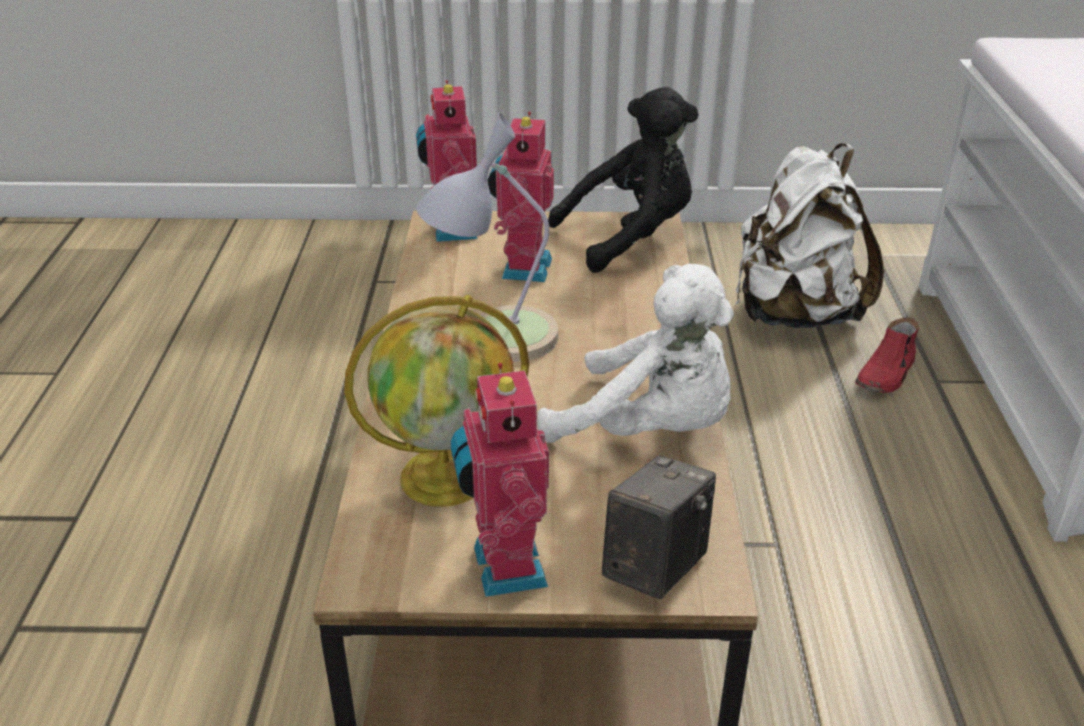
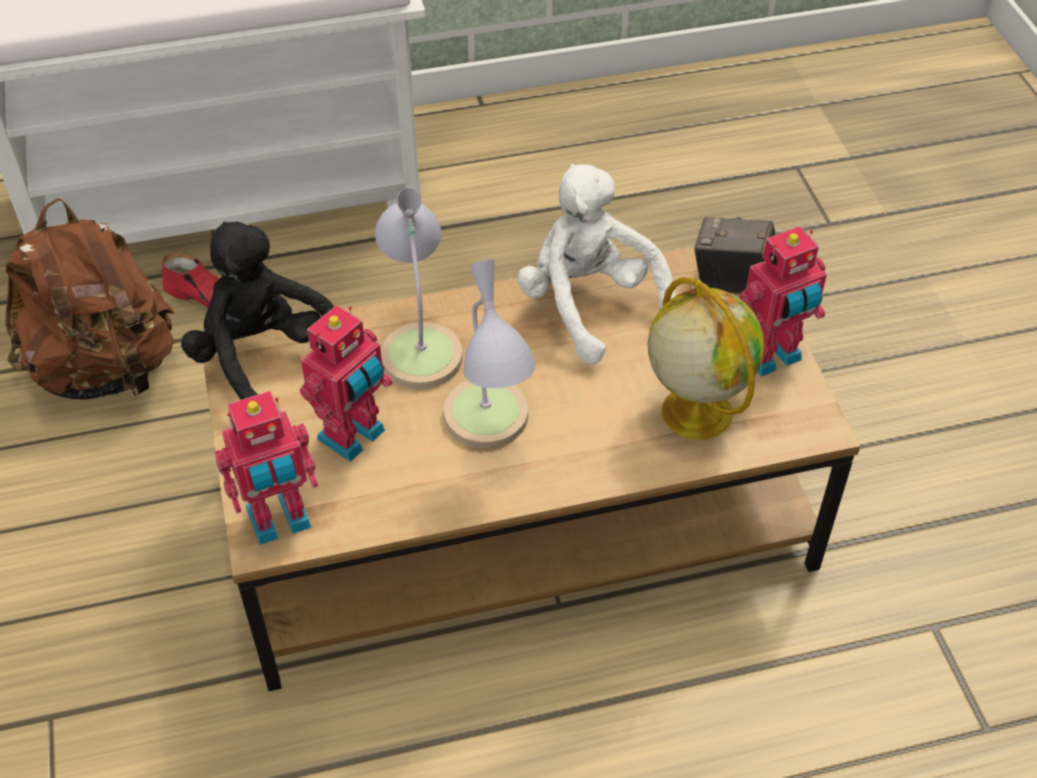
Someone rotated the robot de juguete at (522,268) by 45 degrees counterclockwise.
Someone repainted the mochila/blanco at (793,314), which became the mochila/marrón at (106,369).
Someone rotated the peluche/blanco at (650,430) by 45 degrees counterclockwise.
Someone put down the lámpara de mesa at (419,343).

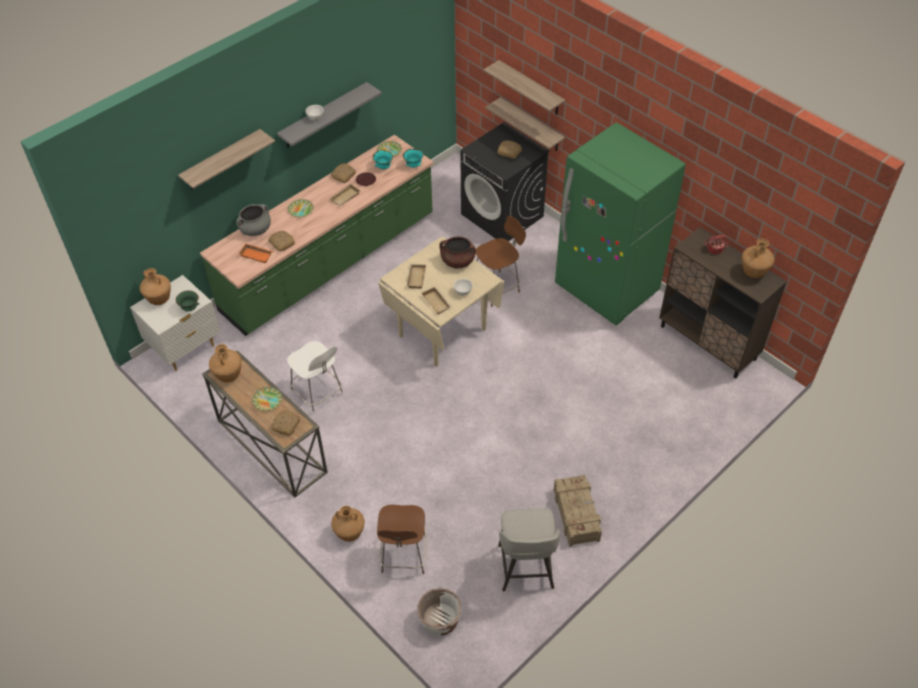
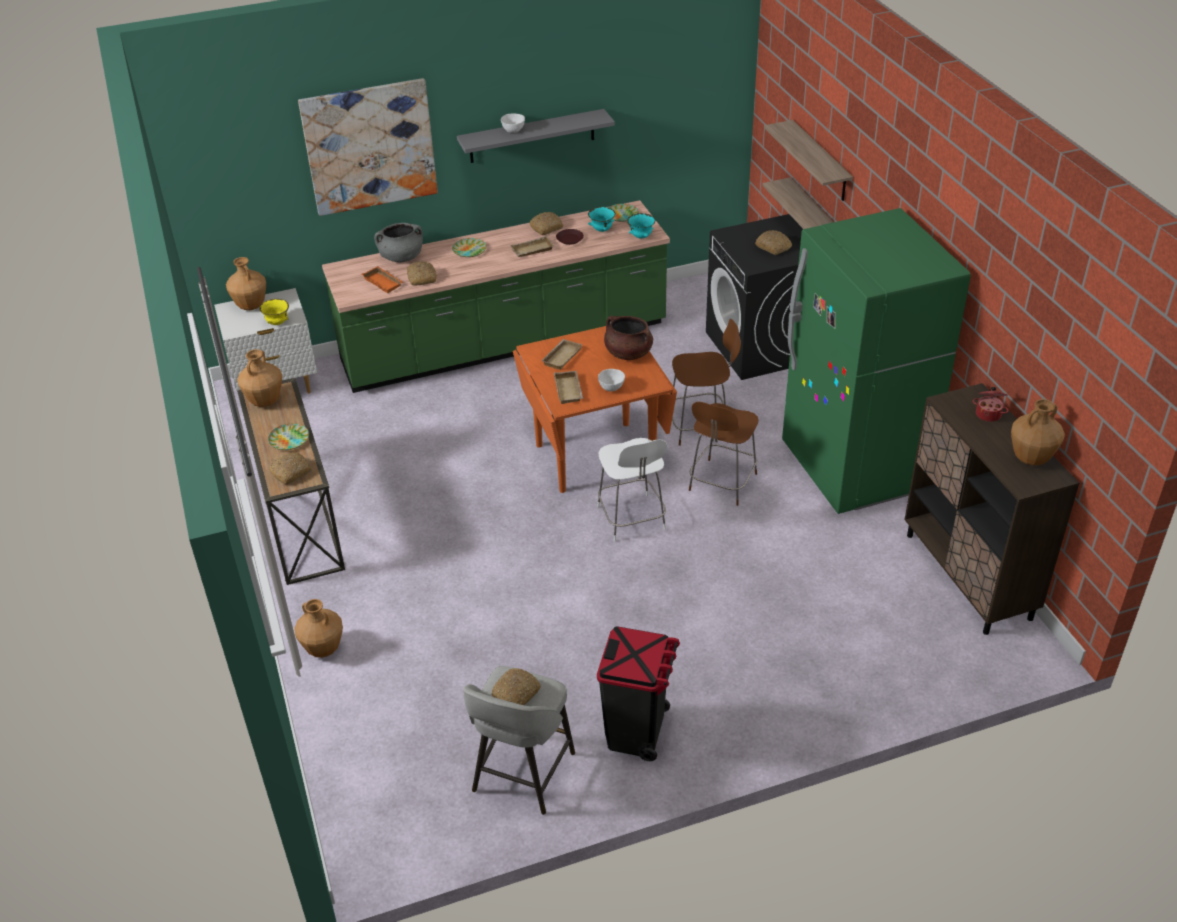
Someone swapped the estante at (222,160) for the cuadro at (370,147).
Someone repainted the mesa de comedor/beis at (443,333), which became the mesa de comedor/naranja at (595,457).
Someone repainted the cuenco/verde at (190,308), which became the cuenco/amarillo at (277,323).
Someone carried the silla/blanco from (318,394) to (632,519).
Someone swapped the caja de embalaje at (576,514) for the papelera/negro at (637,731).
Someone carried the silla/marrón from (403,556) to (721,484).
Someone took away the maceta/blanco at (439,620).
Someone put down the pan at (516,694).

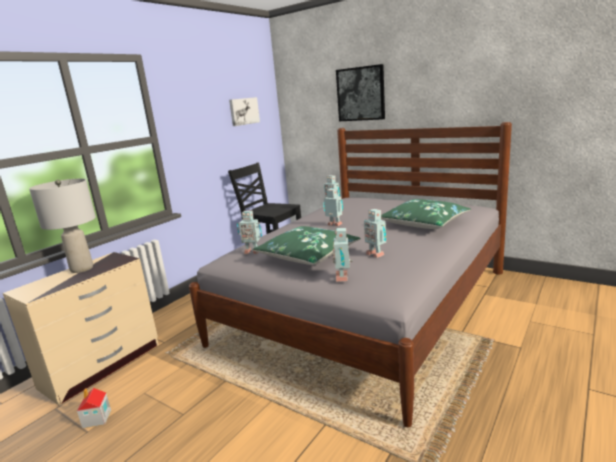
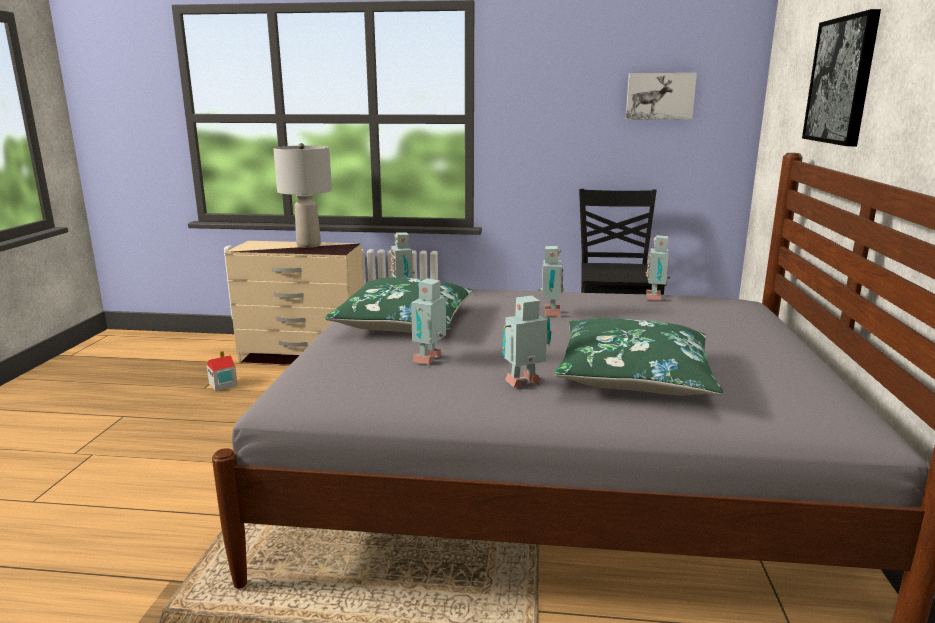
Someone carried the robot de juguete from (343,277) to (525,383).

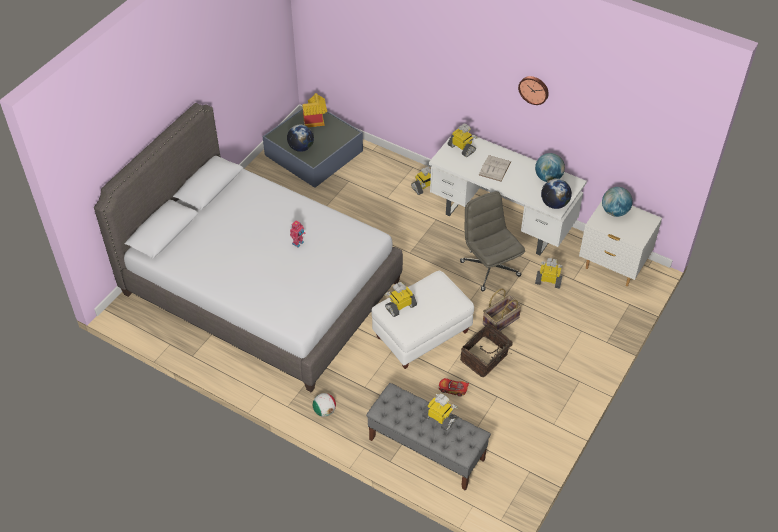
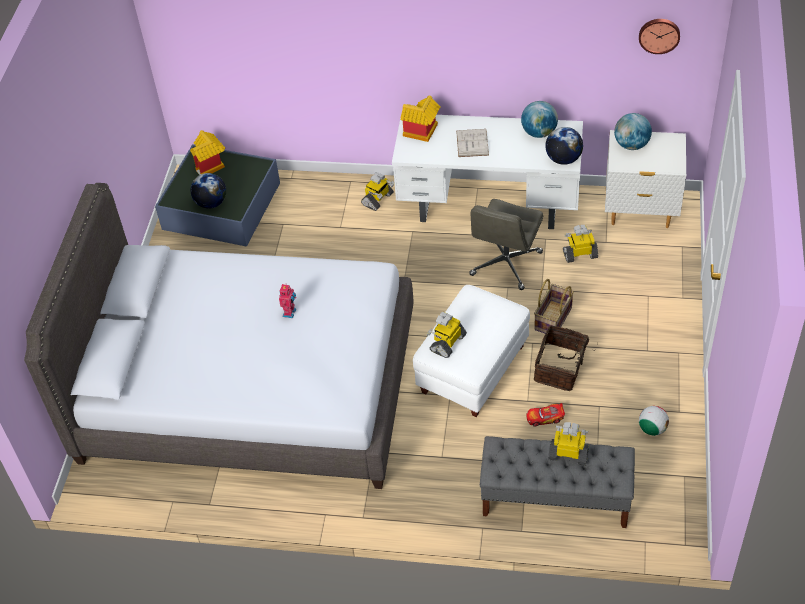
Someone carried the reloj de pared from (534,89) to (659,35).
Someone swapped the robot de juguete at (462,148) for the casita at (421,133).
Someone rotated the silla de oficina/gris at (489,268) by 105 degrees counterclockwise.
Someone carried the balón de fútbol from (324,411) to (652,429).

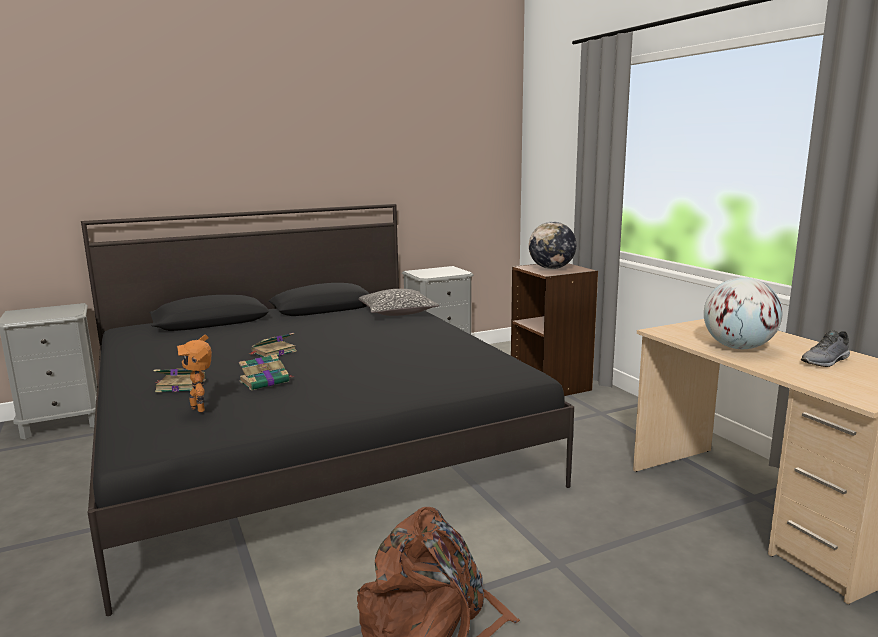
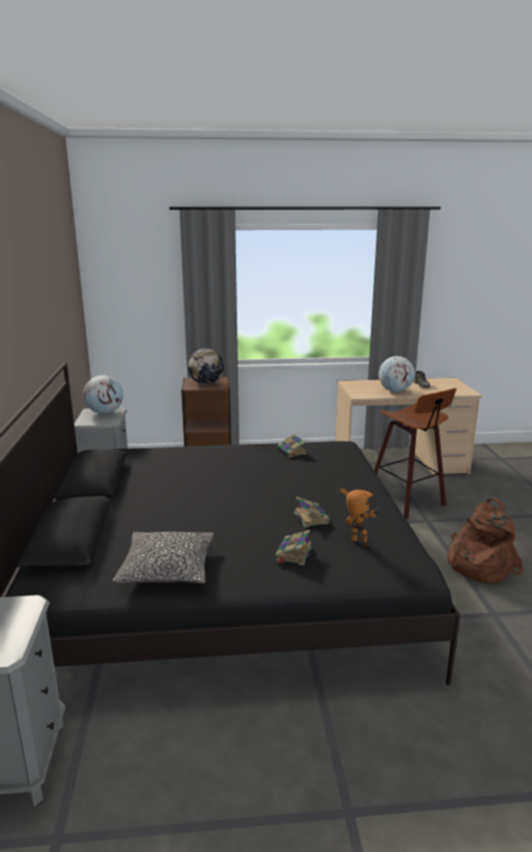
Someone carried the cojín from (397,312) to (167,568).
Someone carried the libro from (273,352) to (292,452).
Someone rotated the robot de juguete at (200,409) by 120 degrees counterclockwise.
Someone put down the globo terráqueo at (105,413).
Someone put down the taburete at (408,502).

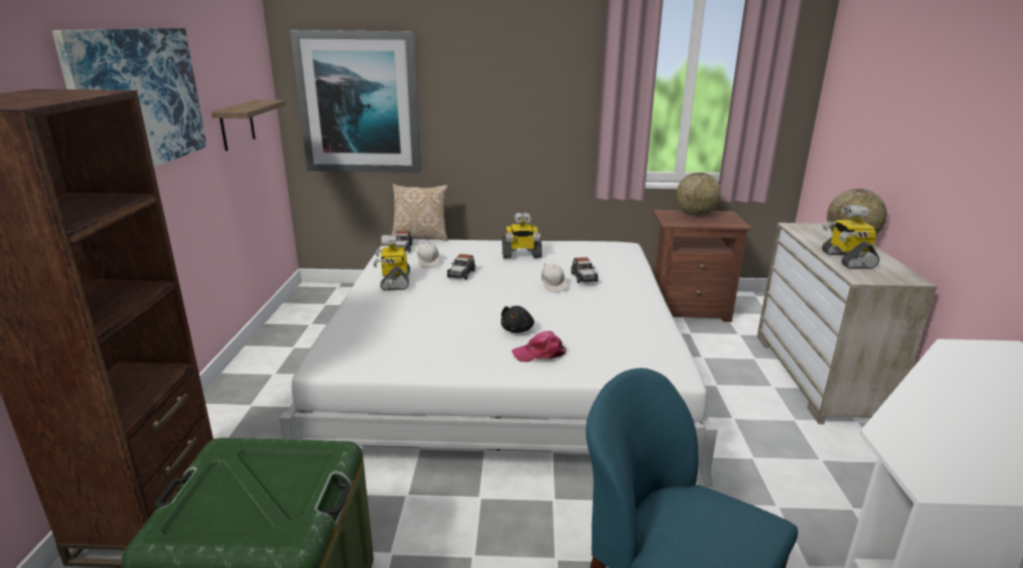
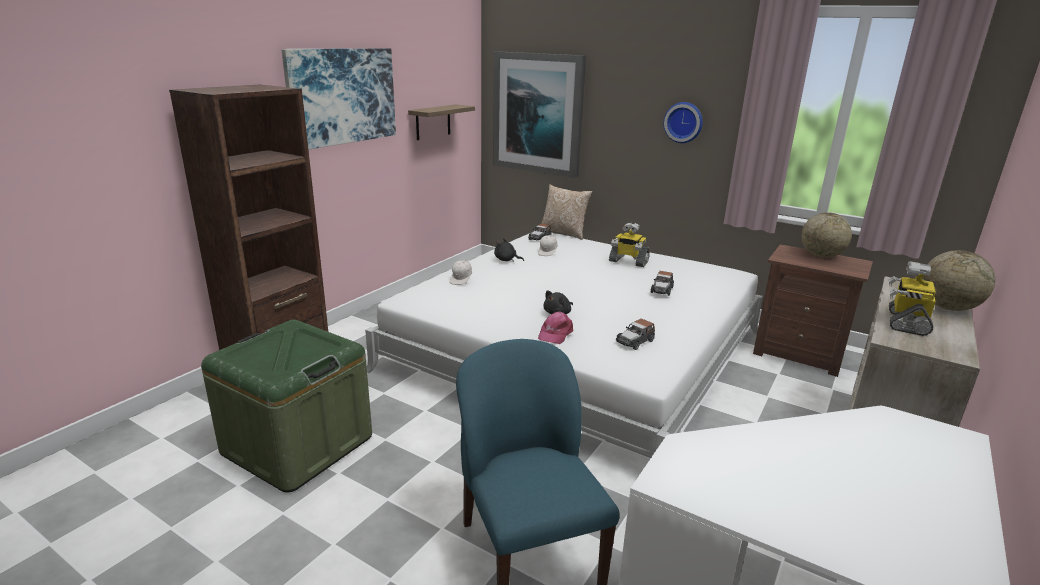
Someone swapped the robot de juguete at (394,281) for the peluche/negro at (506,260).
Someone carried the coche de juguete from (461,274) to (635,341).
Someone carried the gorra/blanco from (553,286) to (461,280).
Someone rotated the gorra/rosa at (540,353) by 90 degrees counterclockwise.
Someone put up the reloj de pared at (684,122).

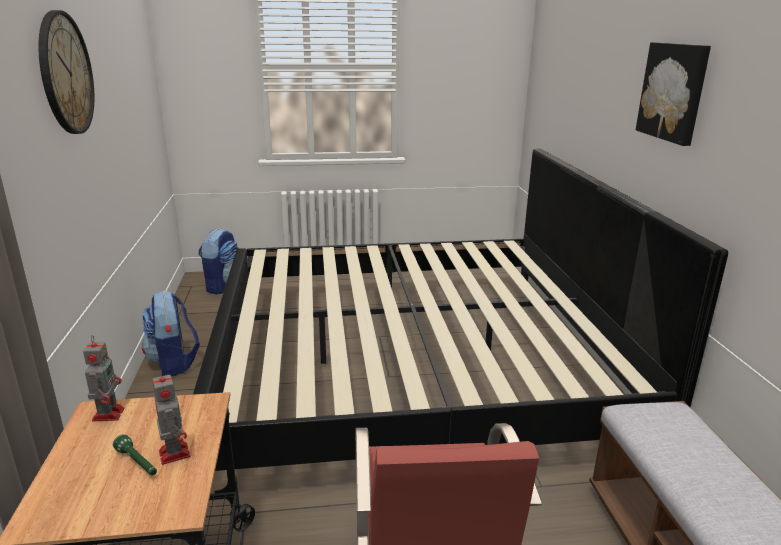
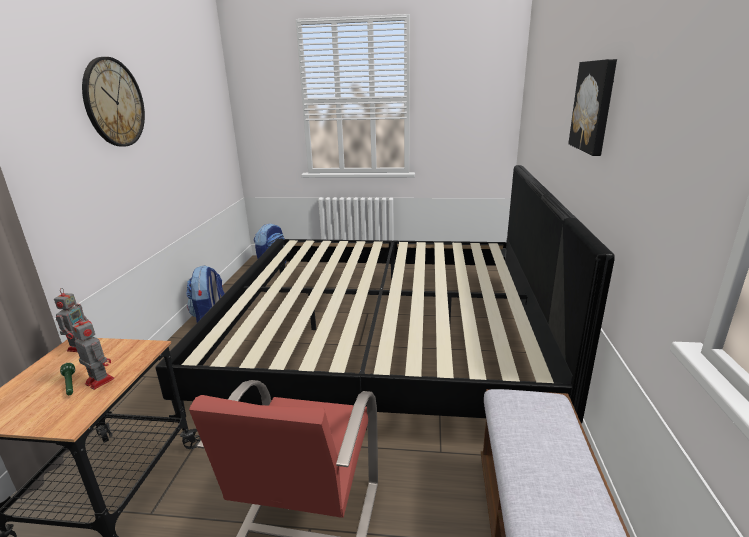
Someone rotated the robot de juguete at (174,452) by 45 degrees counterclockwise.

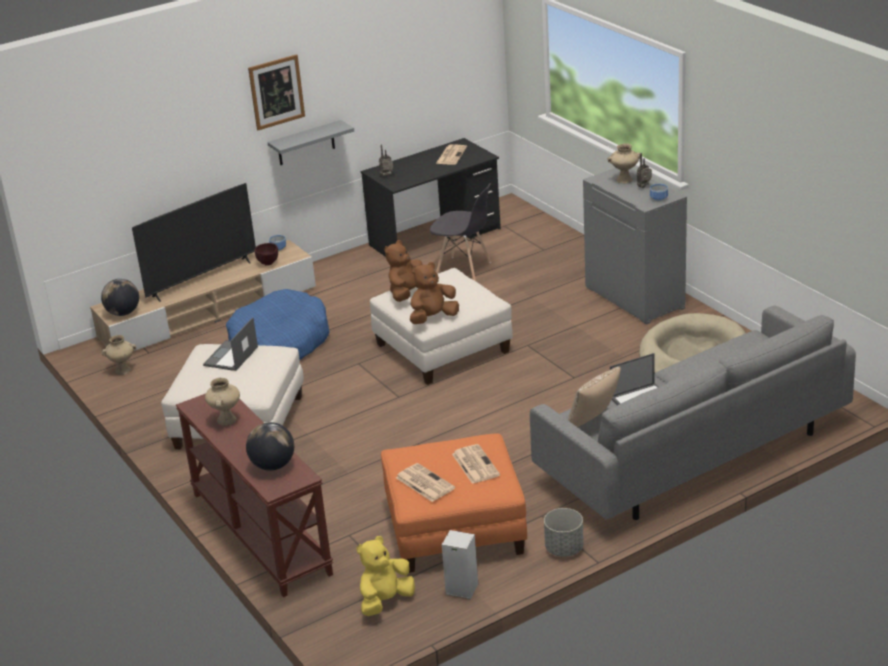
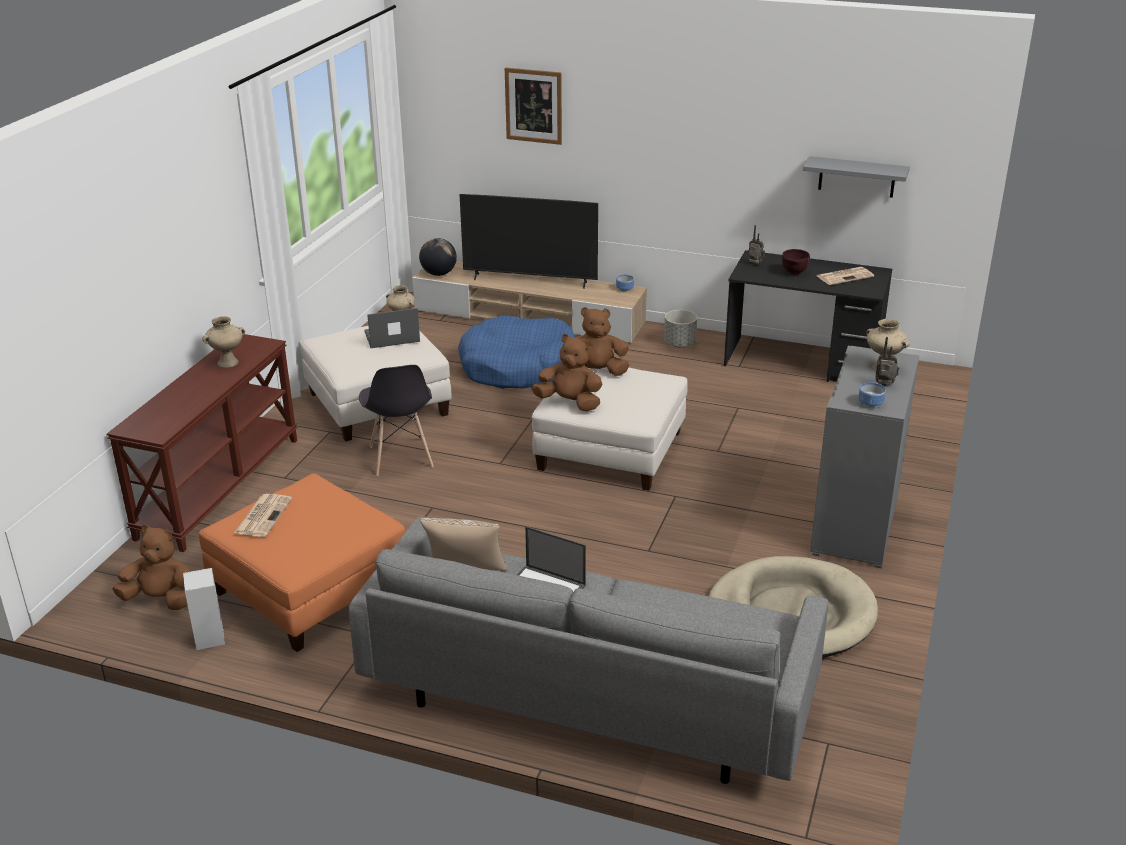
Someone carried the cuadro from (276,92) to (533,106).
Someone carried the estante/gris from (306,143) to (857,177).
Someone carried the silla/gris from (464,269) to (400,457).
Someone carried the cuenco/marrón from (268,264) to (793,273).
Someone took away the globo terráqueo at (273,465).
Someone took away the periódico at (474,464).
Someone carried the maceta/gris from (564,549) to (679,344).
Someone repainted the peluche/amarillo at (385,601), which became the peluche/marrón at (161,599).

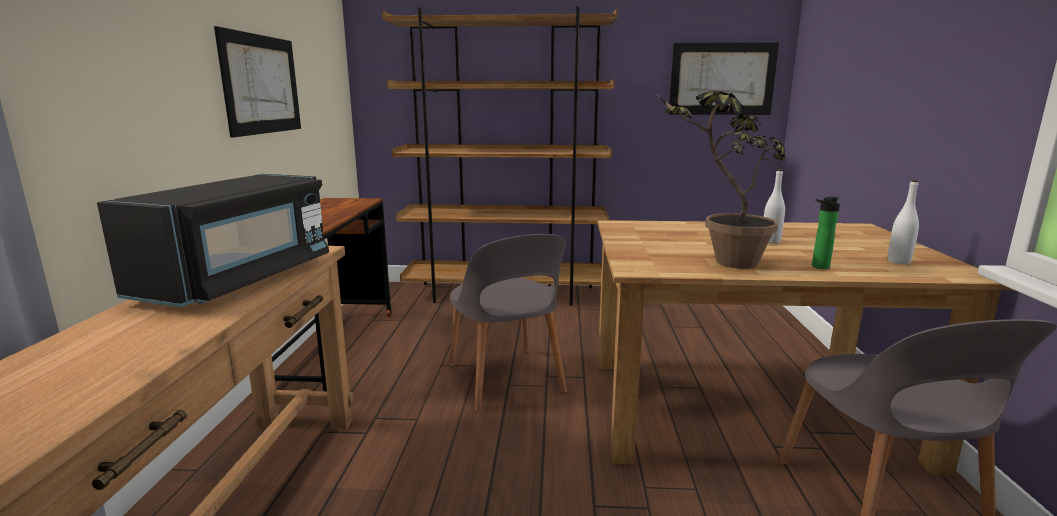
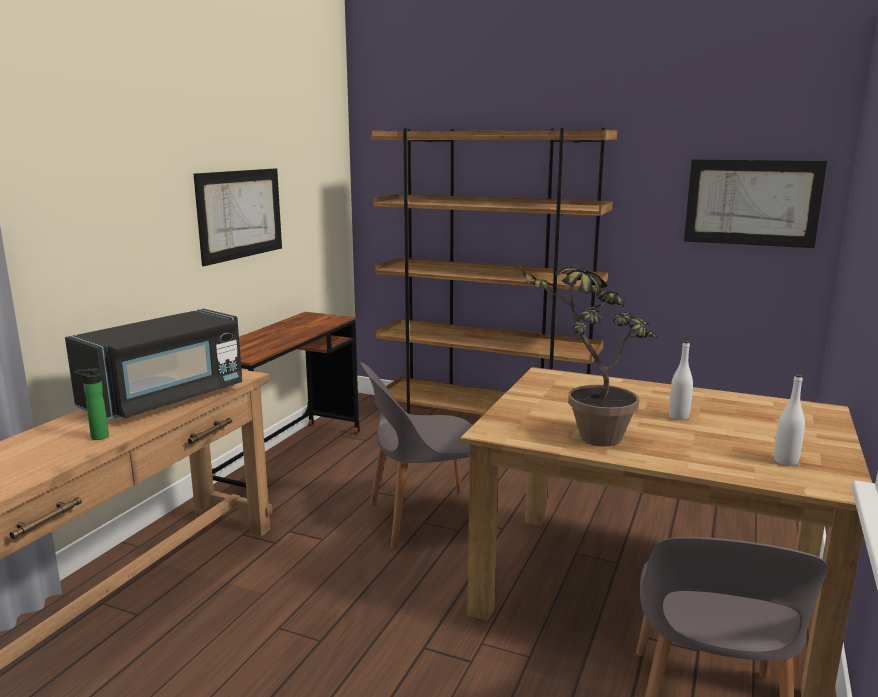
Someone carried the botella from (818,267) to (97,437).
Someone rotated the silla/gris at (505,380) by 75 degrees clockwise.

